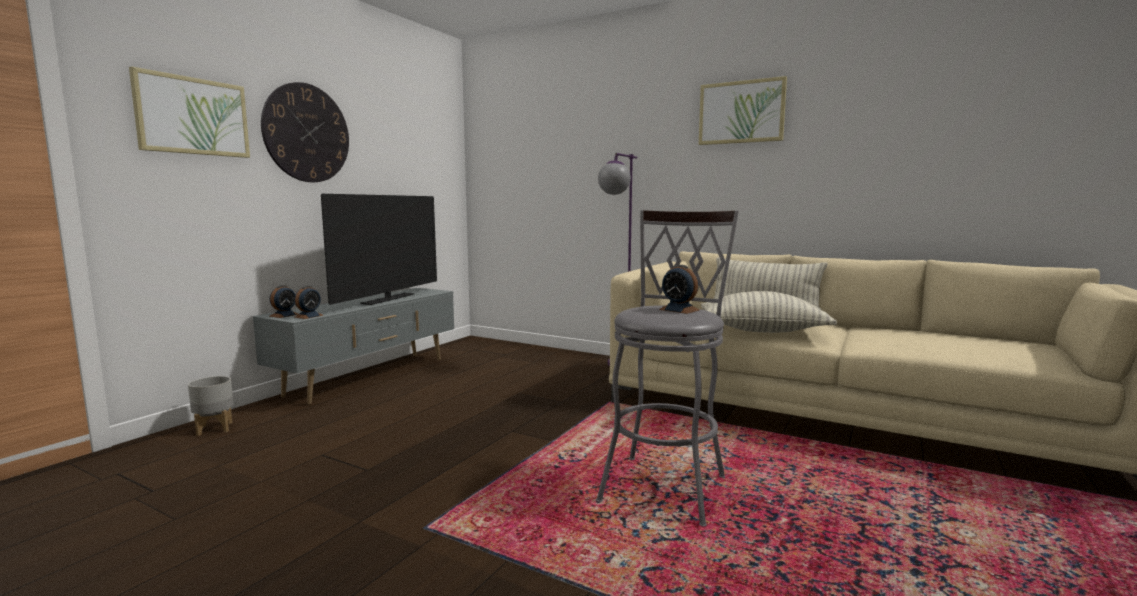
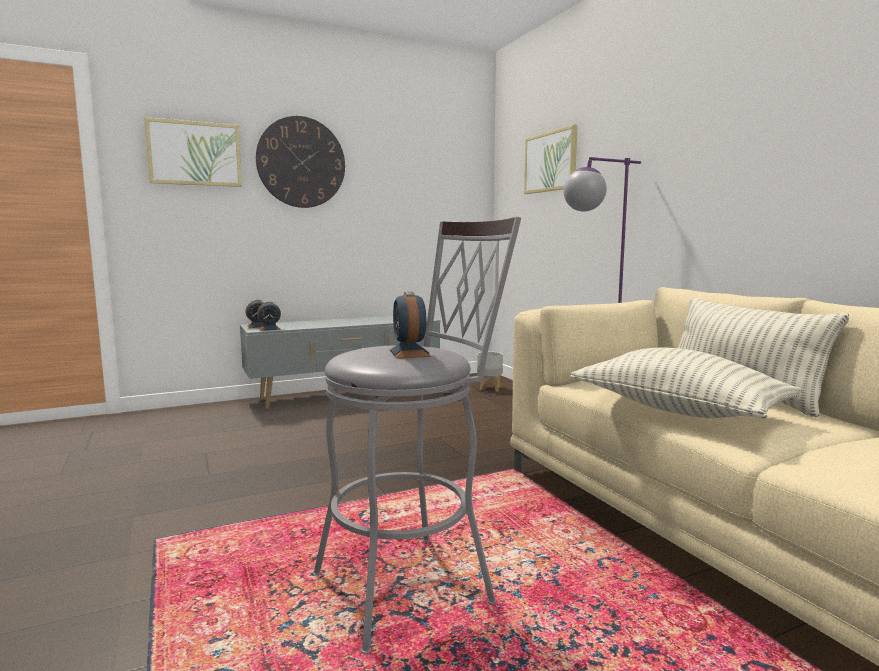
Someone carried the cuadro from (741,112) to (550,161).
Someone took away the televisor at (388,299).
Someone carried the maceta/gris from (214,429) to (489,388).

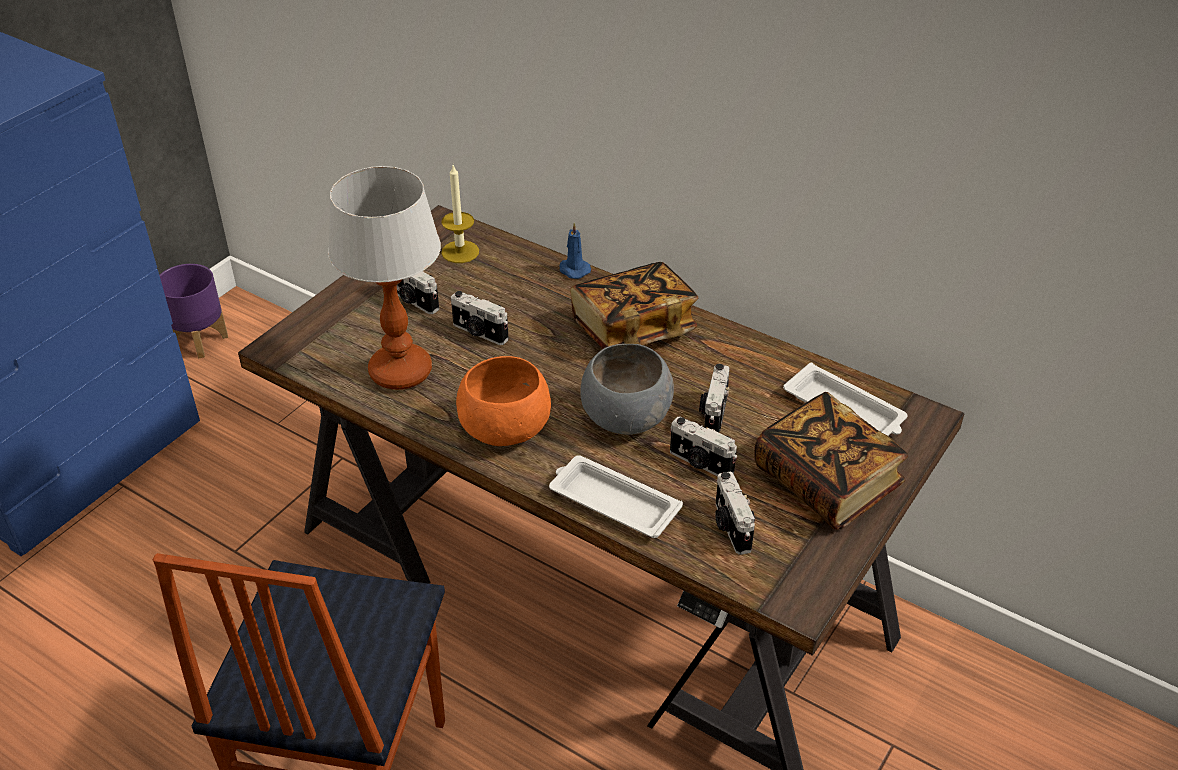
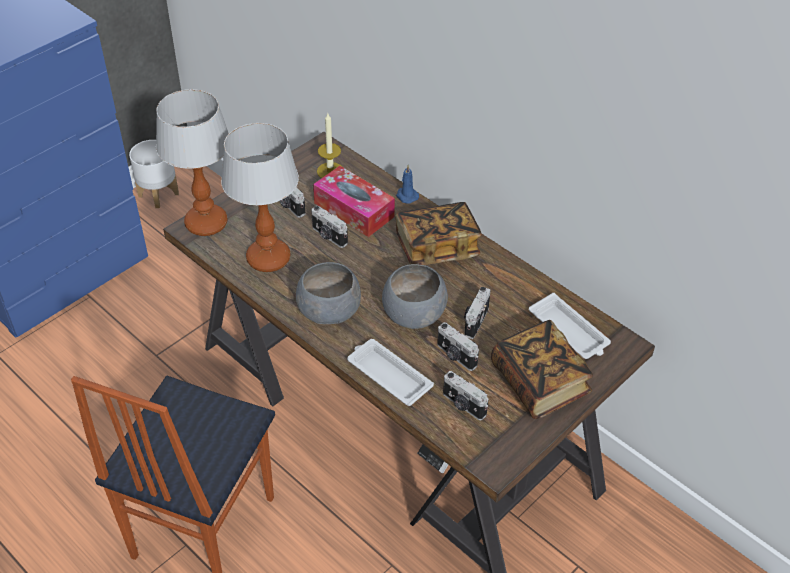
Someone repainted the maceta/morado at (200,340), which became the maceta/blanco at (159,194).
Someone repainted the cuenco/naranja at (504,428), which became the cuenco/gris at (328,310).
Someone rotated the cámara at (730,527) by 45 degrees counterclockwise.
Someone put down the lámpara de mesa at (206,223).
Someone put down the caja de pañuelos at (354,210).

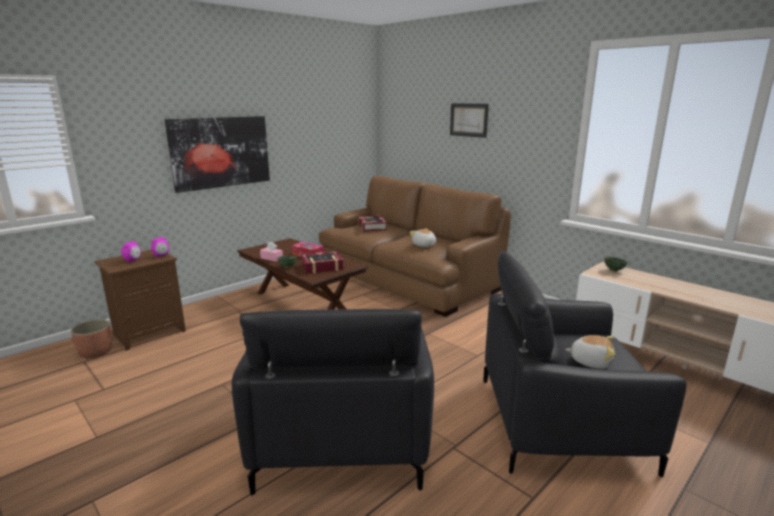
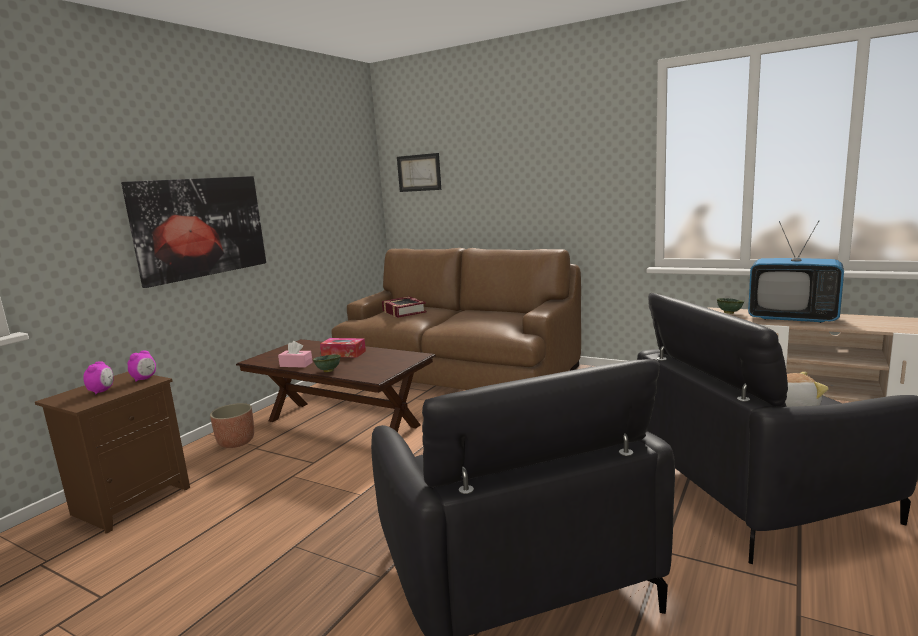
Someone carried the cuadro from (469,120) to (419,173).
Someone took away the peluche at (424,245).
Someone took away the libro at (322,267).
Someone carried the maceta from (96,352) to (236,442).
Someone put down the televisor at (792,318).

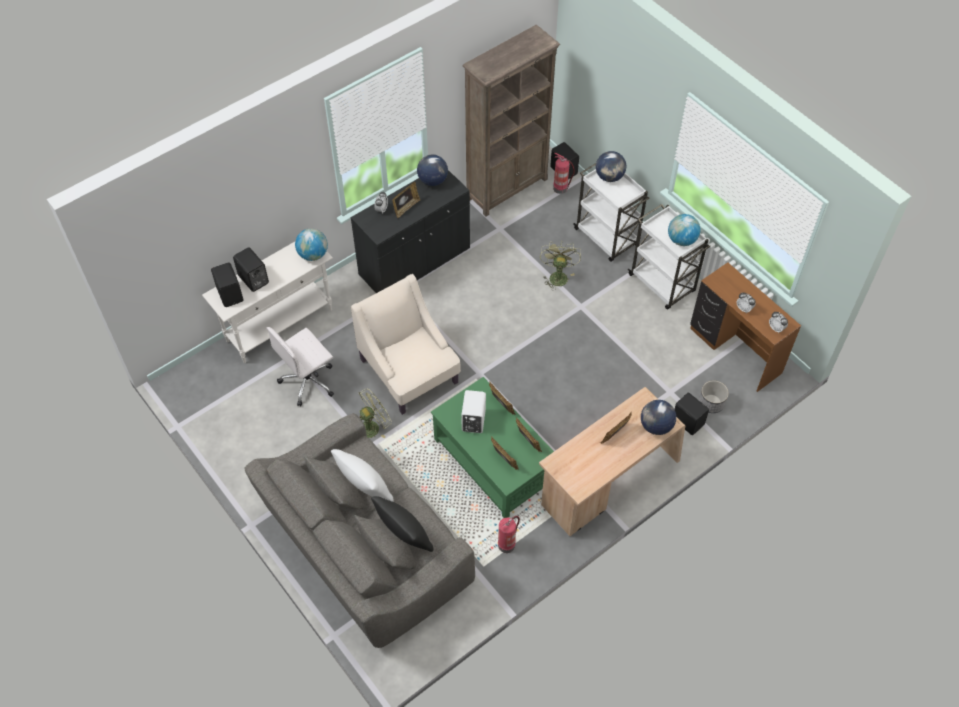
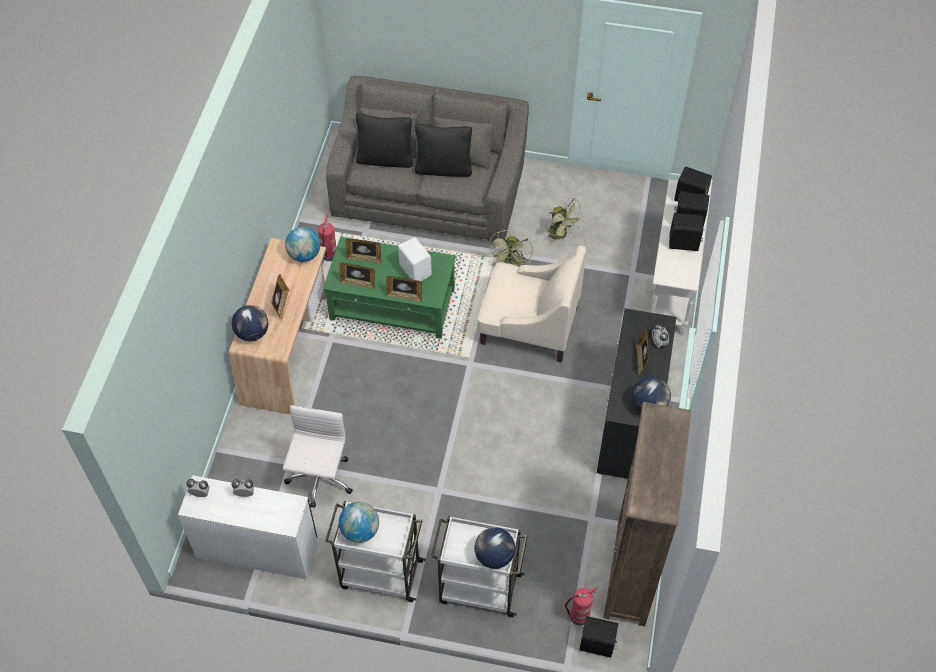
Someone carried the globo terráqueo from (313,254) to (304,255).
Someone carried the ventilador/verde from (557,275) to (561,235).
Someone repainted the escritorio/marrón at (734,351), which became the escritorio/blanco at (257,548).
Someone carried the silla de oficina/blanco from (308,381) to (320,480).
Someone took away the maceta at (711,403).
Someone carried the altavoz/negro from (688,421) to (684,243).
Someone repainted the cojín/blanco at (365,489), which became the cojín/negro at (443,168).

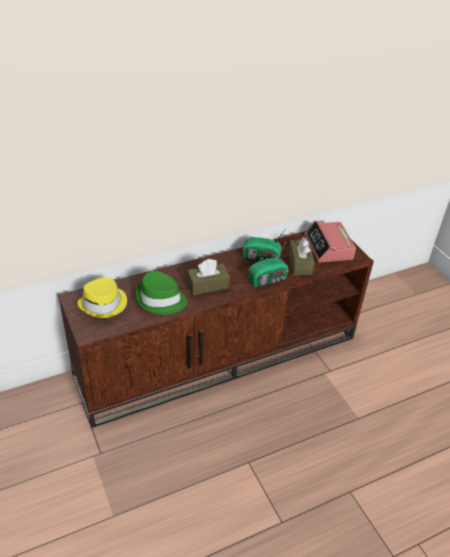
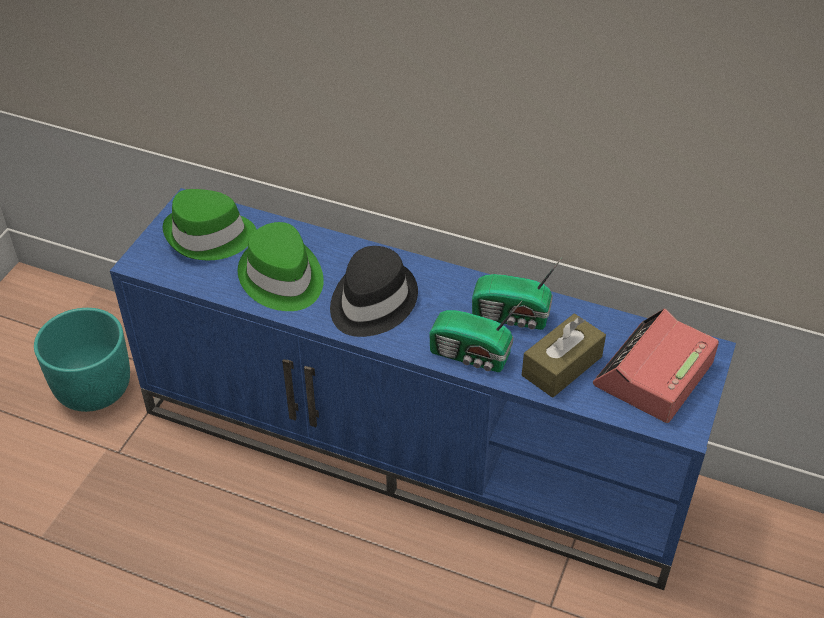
Someone rotated the radio at (262,258) by 45 degrees counterclockwise.
Someone repainted the mueble de televisión/marrón at (220,354), which became the mueble de televisión/azul at (417,446).
Someone swapped the caja de pañuelos/marrón at (207,285) for the sombrero/negro at (371,302).
Someone repainted the sombrero/amarillo at (104,304), which became the sombrero/verde at (209,236).
Someone put down the maceta/turquesa at (94,388).

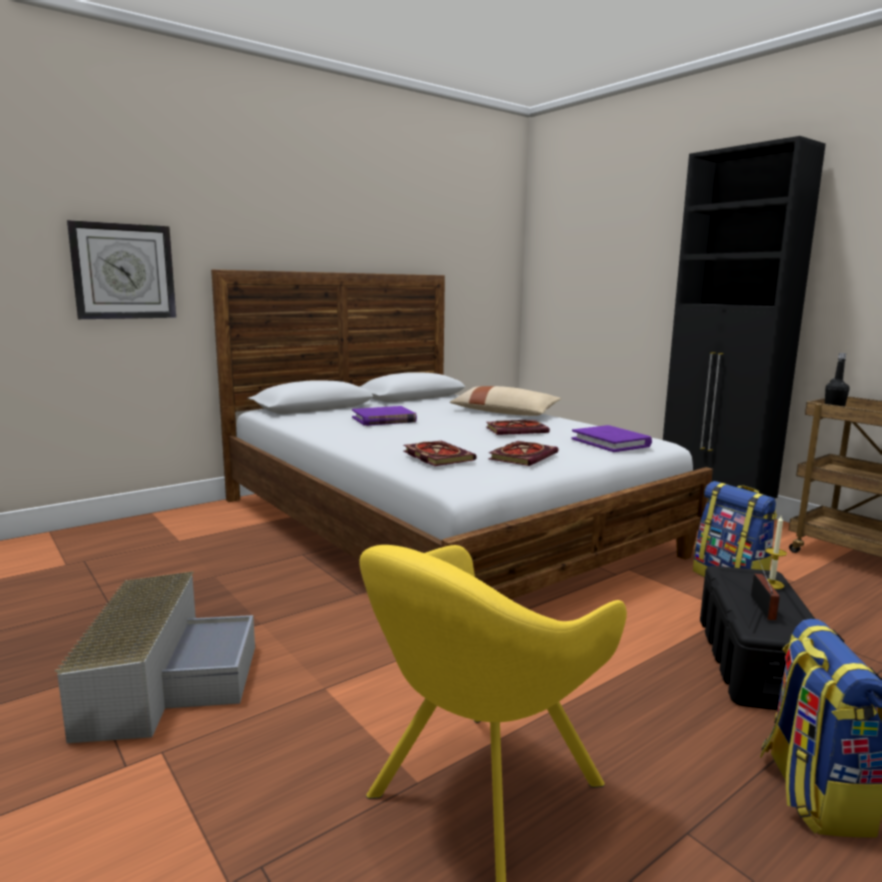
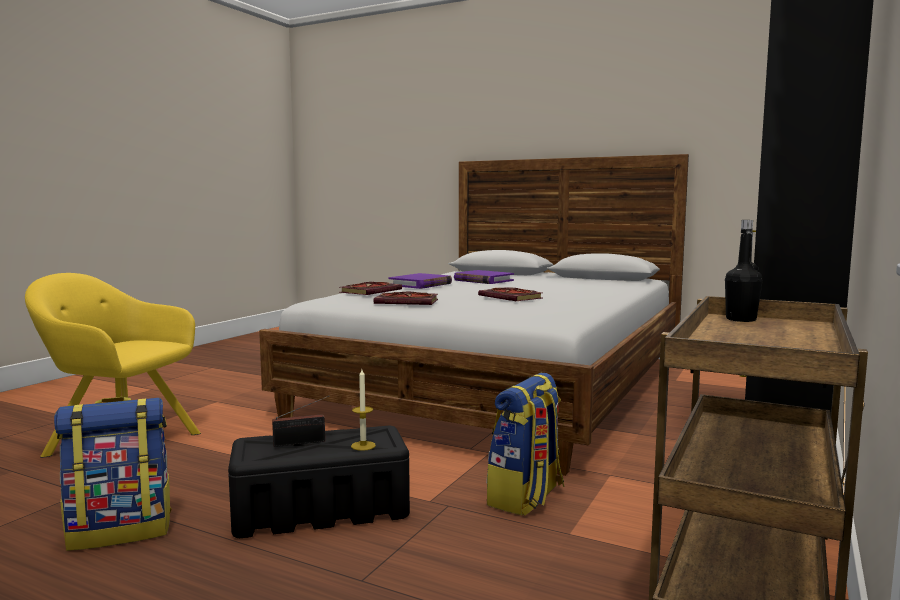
Someone took away the reloj de pared at (123,271).
Someone took away the cojín/beis at (504,412).
Someone carried the libro/morado from (611,442) to (420,284).
Someone took away the caja de almacenaje/gris at (164,678).

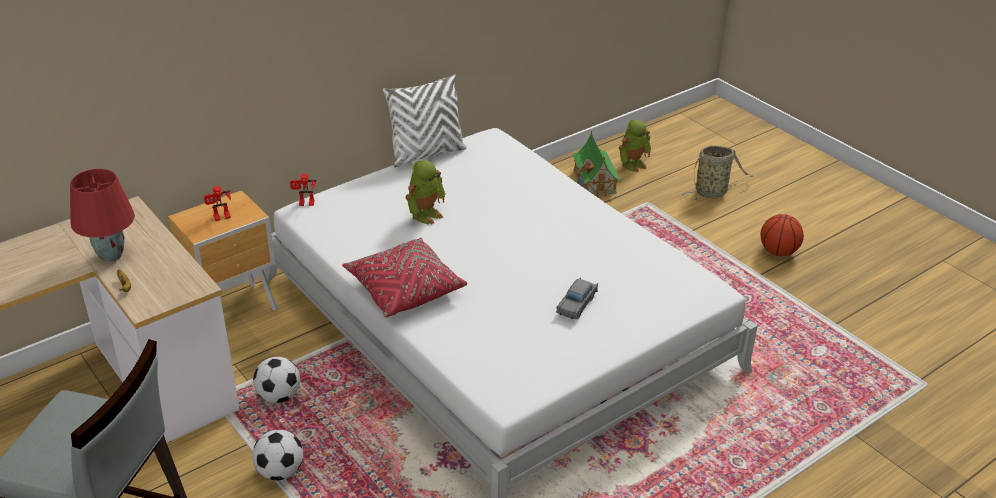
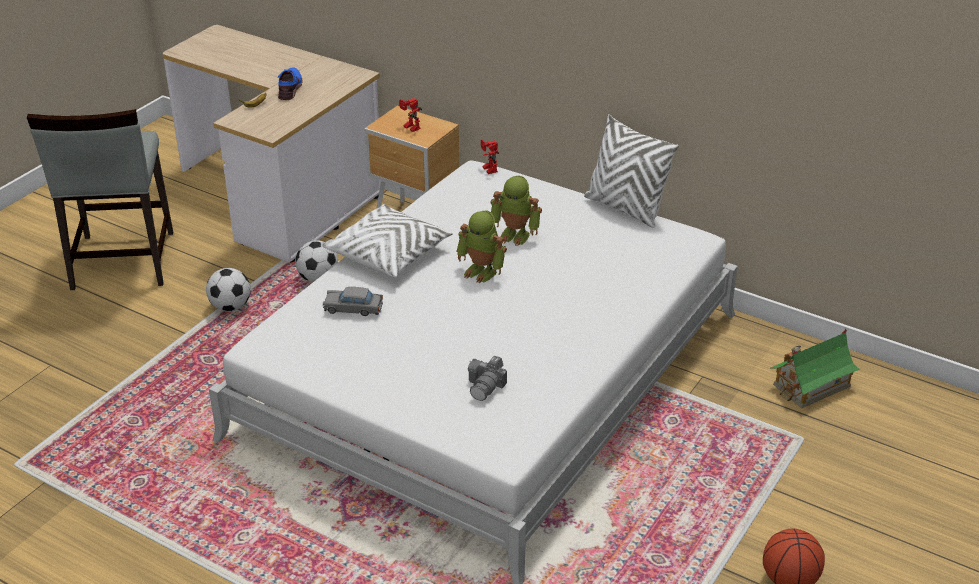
Someone carried the robot de juguete from (633,164) to (482,271).
Someone took away the cesta at (712,192).
Someone swapped the lámpara de mesa/rojo at (111,256) for the zapato/azul at (290,88).
Someone repainted the cojín/rojo at (404,289), which became the cojín/blanco at (389,254).
Someone carried the coche de juguete/gris from (577,304) to (353,308).
Someone put down the cámara at (486,386).

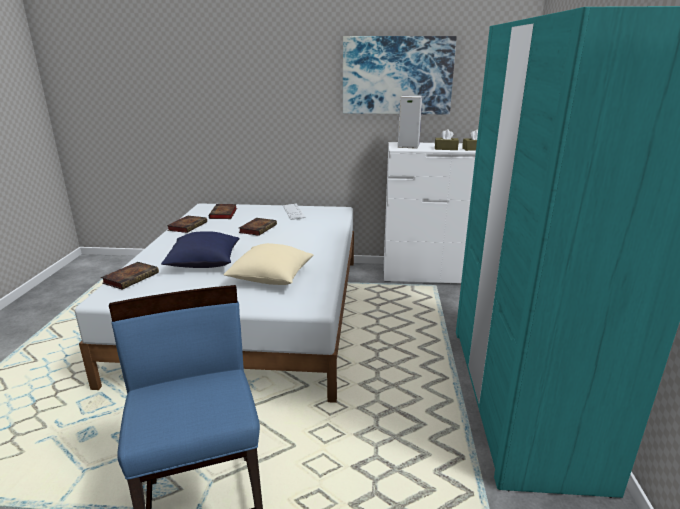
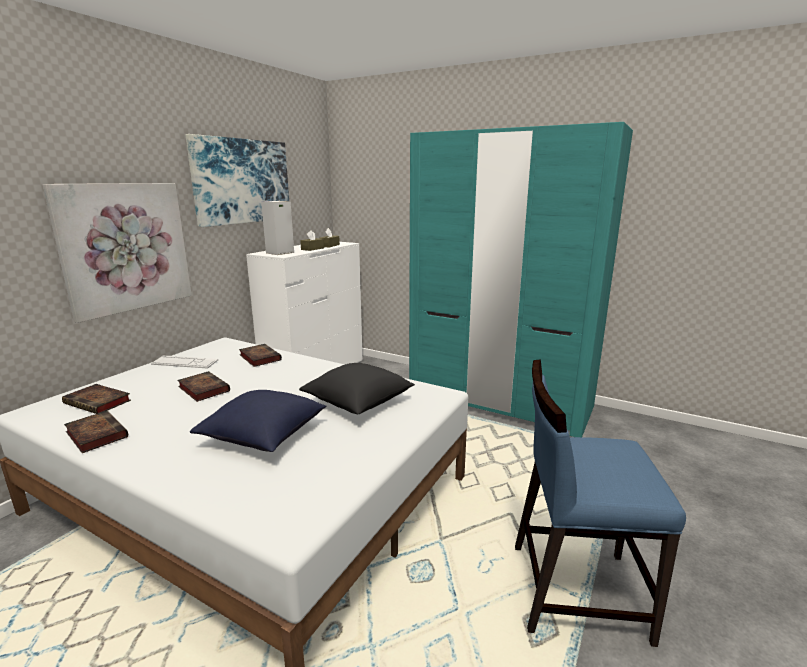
Someone repainted the cojín/beis at (271,278), which became the cojín/negro at (358,403).
Someone carried the libro from (131,277) to (259,357).
Someone put up the cuadro at (125,247).

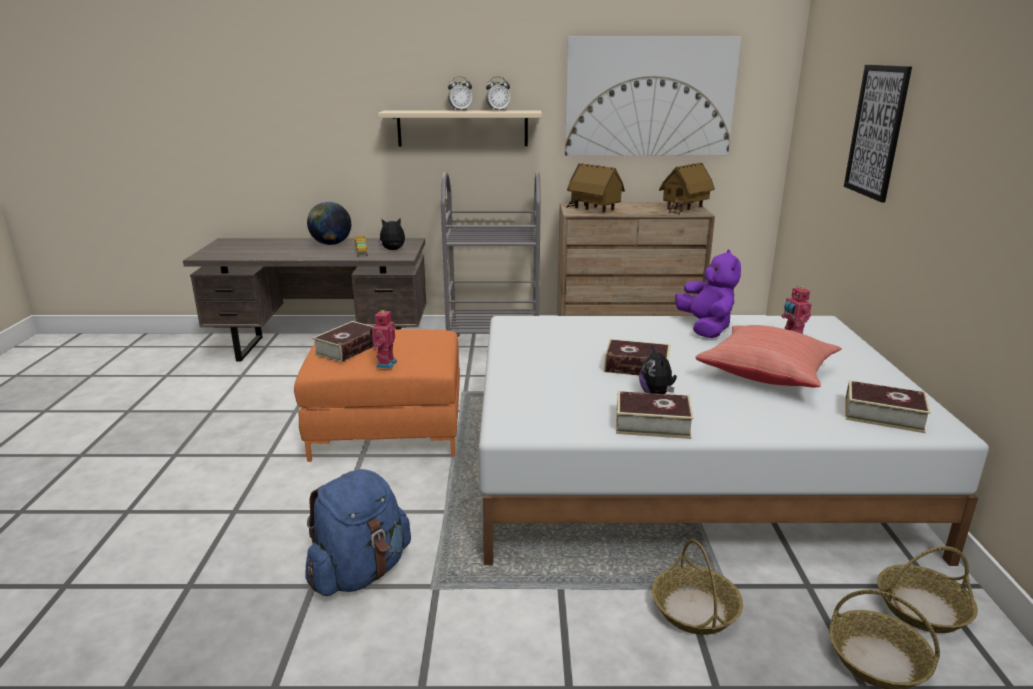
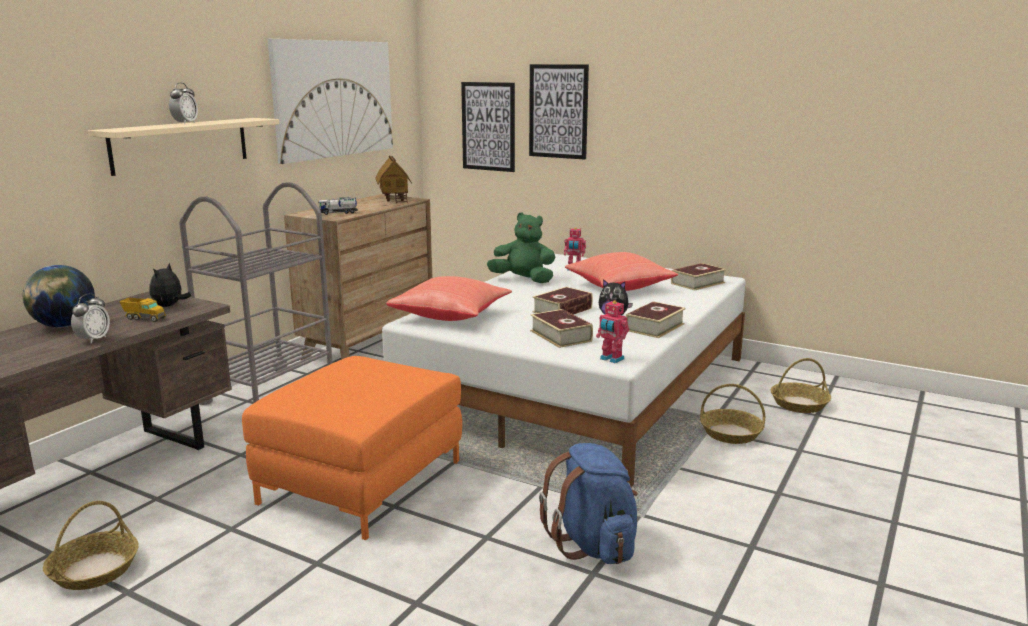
Someone carried the despertador from (498,110) to (93,339).
Someone swapped the casita at (594,210) for the camión de juguete at (338,213).
Someone repainted the peluche/morado at (705,328), which became the peluche/verde at (523,280).
Someone carried the robot de juguete from (385,364) to (611,359).
Someone carried the libro from (348,349) to (560,336).
Someone carried the cesta from (922,608) to (94,570).
Someone put up the cuadro at (488,126).
Someone put down the cojín/rojo at (451,316).

